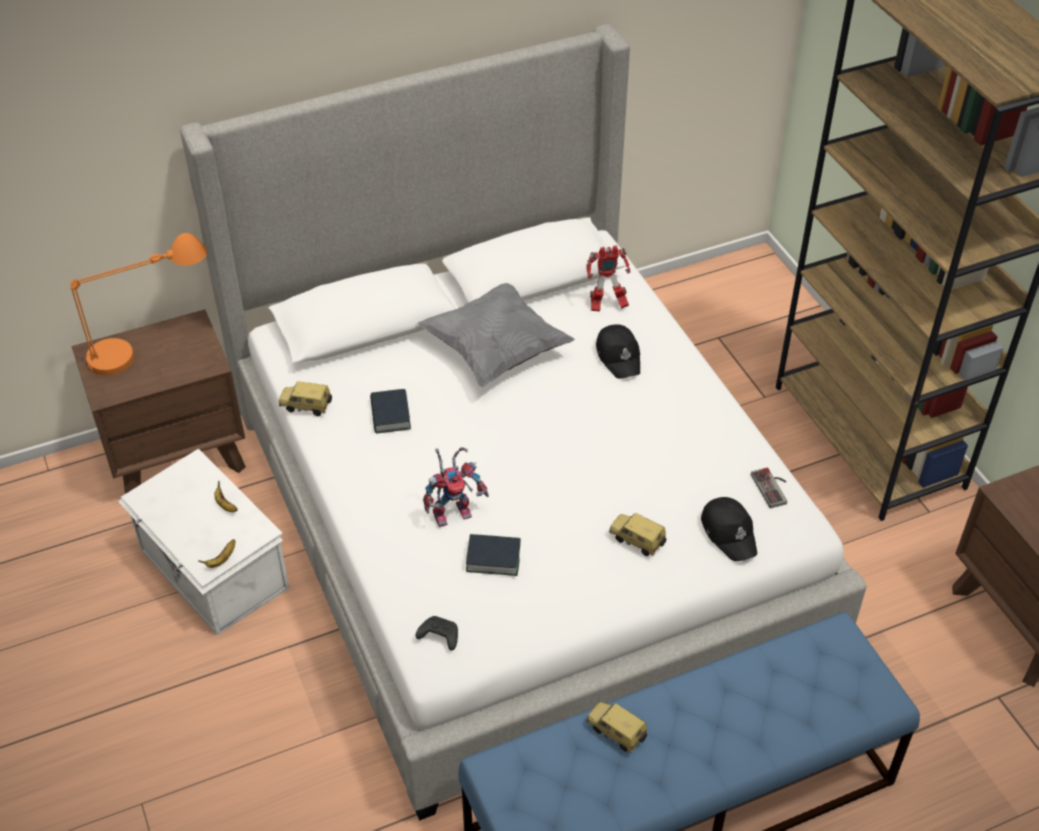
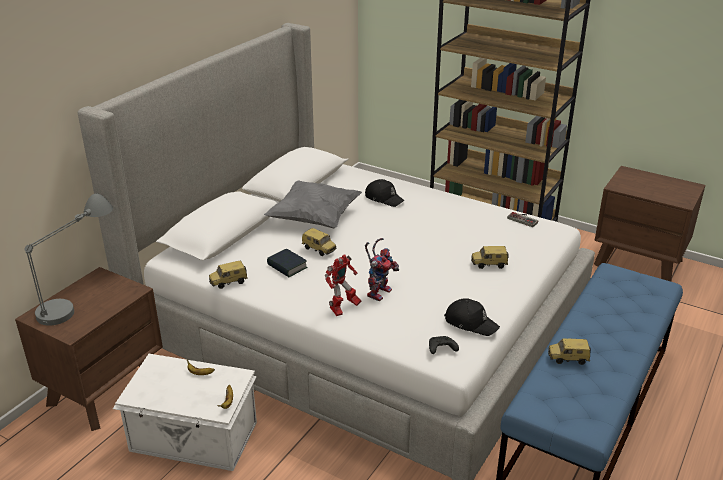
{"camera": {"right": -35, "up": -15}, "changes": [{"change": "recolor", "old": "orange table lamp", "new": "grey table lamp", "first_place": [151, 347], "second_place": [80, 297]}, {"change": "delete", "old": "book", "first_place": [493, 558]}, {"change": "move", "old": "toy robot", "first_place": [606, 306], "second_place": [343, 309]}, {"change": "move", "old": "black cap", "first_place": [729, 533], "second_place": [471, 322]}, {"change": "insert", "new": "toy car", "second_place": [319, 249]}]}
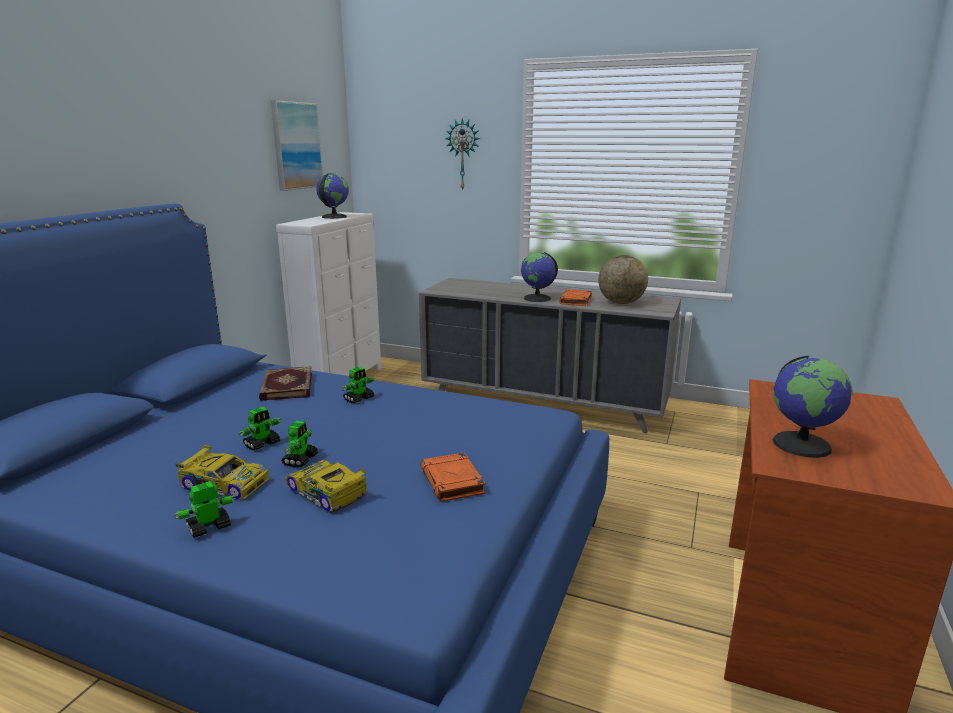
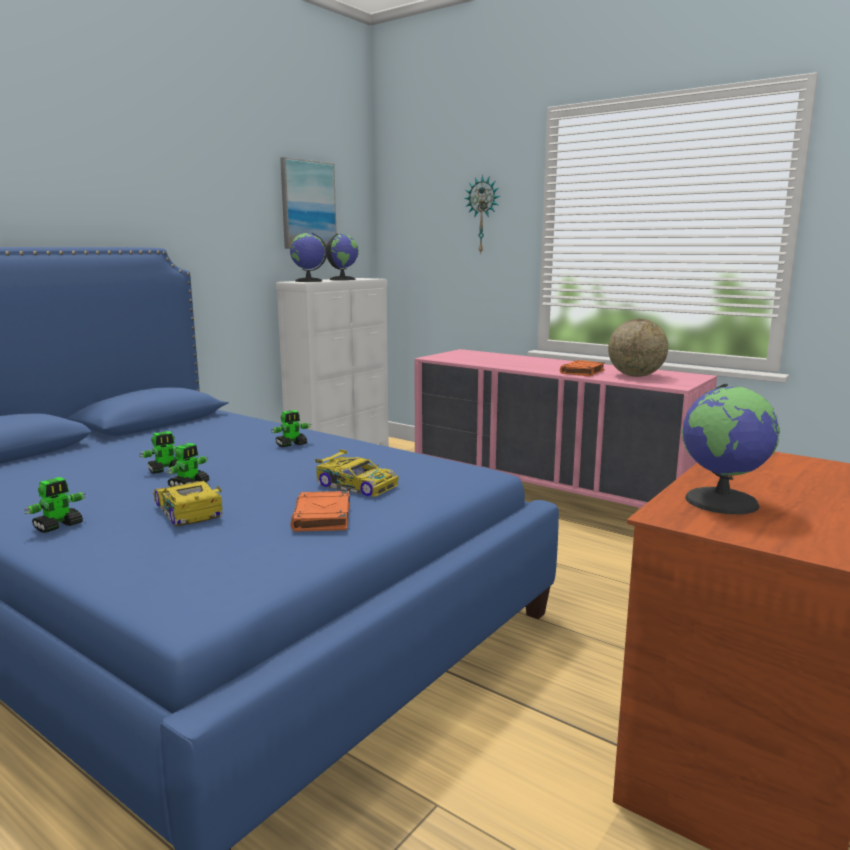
{"camera": {"right": 15, "up": -5}, "changes": [{"change": "rotate", "old": "toy robot", "first_place": [208, 528], "second_place": [59, 526], "degrees": 150}, {"change": "move", "old": "toy car", "first_place": [224, 483], "second_place": [356, 485]}, {"change": "delete", "old": "book", "first_place": [285, 386]}, {"change": "recolor", "old": "grey dresser", "new": "pink dresser", "first_place": [544, 403], "second_place": [549, 495]}, {"change": "move", "old": "globe", "first_place": [537, 298], "second_place": [308, 281]}]}
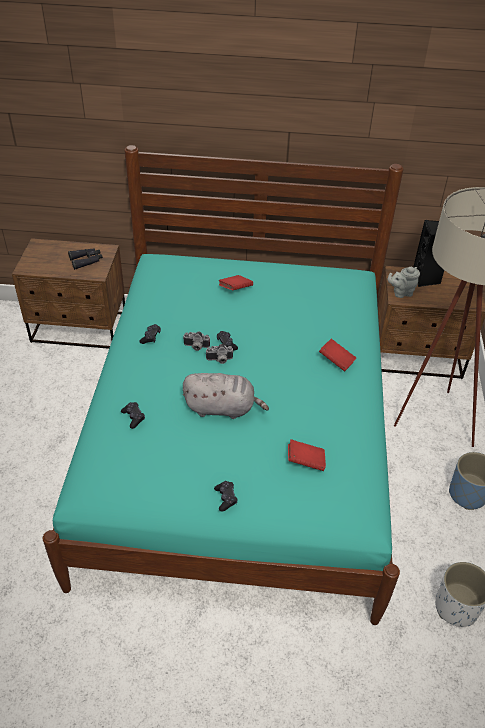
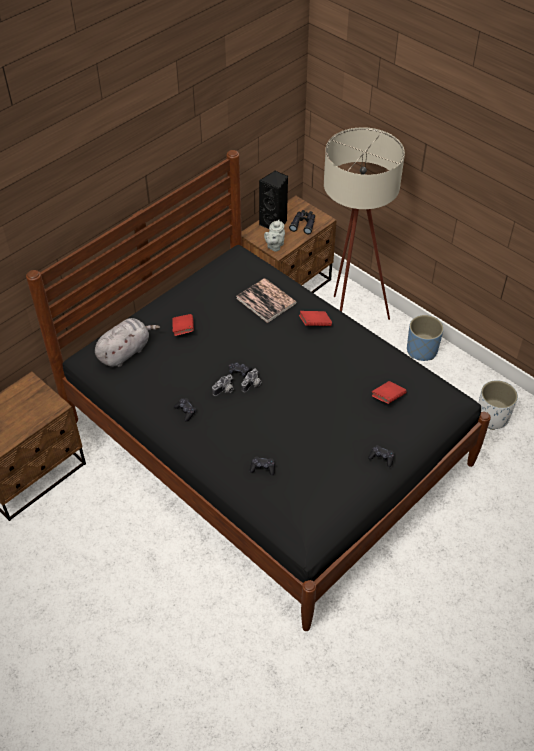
{"camera": {"right": -50, "up": 5}, "changes": [{"change": "recolor", "old": "turquoise bed", "new": "black bed", "first_place": [239, 442], "second_place": [267, 442]}, {"change": "move", "old": "black binoculars", "first_place": [86, 261], "second_place": [303, 224]}, {"change": "move", "old": "grey plush toy", "first_place": [222, 408], "second_place": [125, 352]}, {"change": "insert", "new": "book", "second_place": [266, 300]}]}
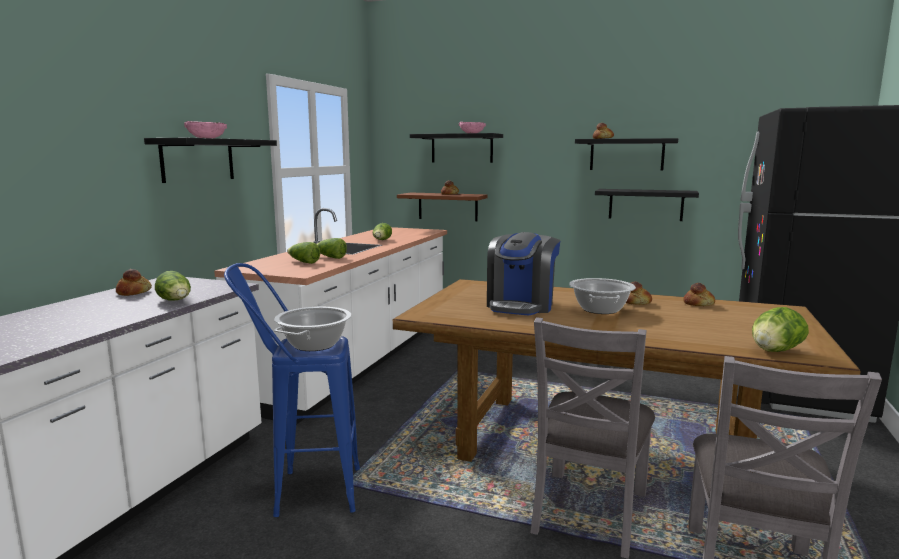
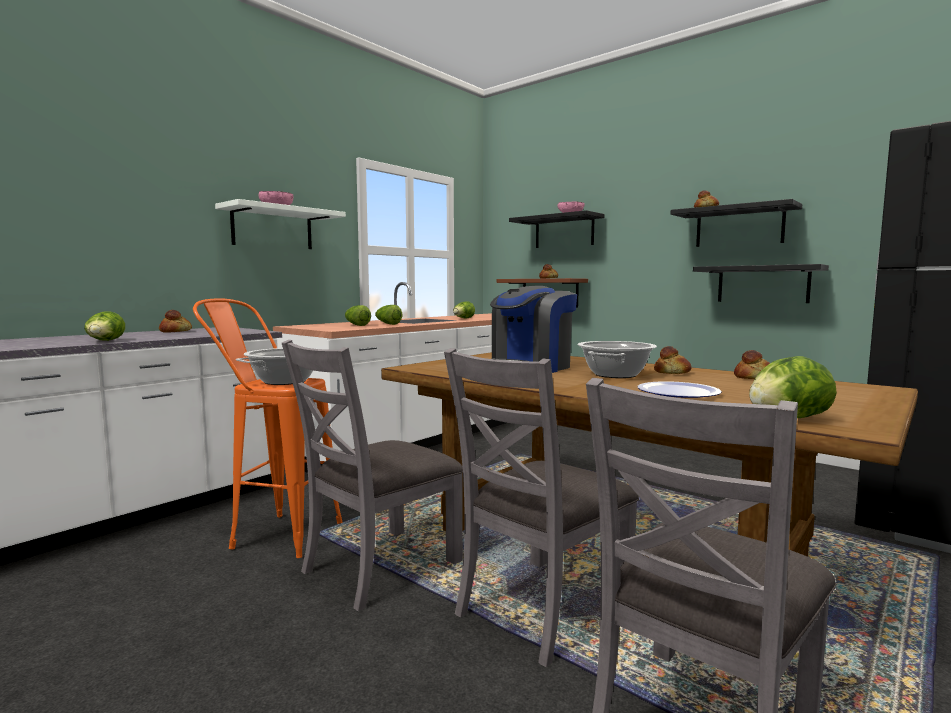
{"camera": {"right": 20, "up": -5}, "changes": [{"change": "recolor", "old": "black shelf", "new": "white shelf", "first_place": [198, 160], "second_place": [272, 228]}, {"change": "move", "old": "lettuce", "first_place": [176, 301], "second_place": [105, 341]}, {"change": "recolor", "old": "blue stool", "new": "orange stool", "first_place": [302, 492], "second_place": [273, 533]}, {"change": "insert", "new": "grey chair", "second_place": [380, 566]}, {"change": "insert", "new": "plate", "second_place": [678, 392]}]}
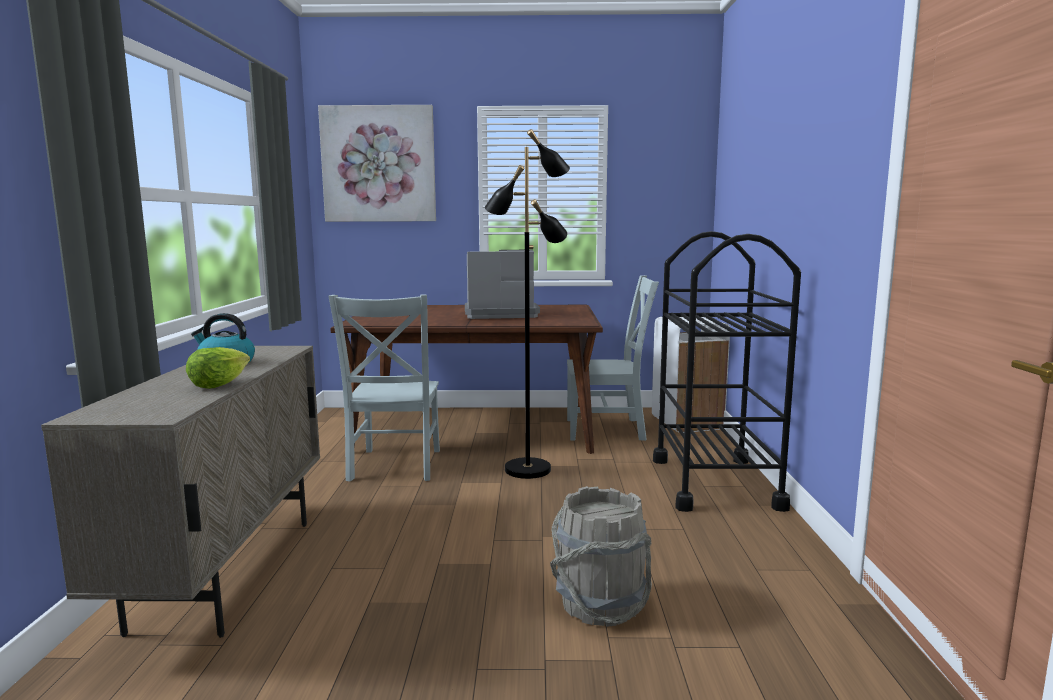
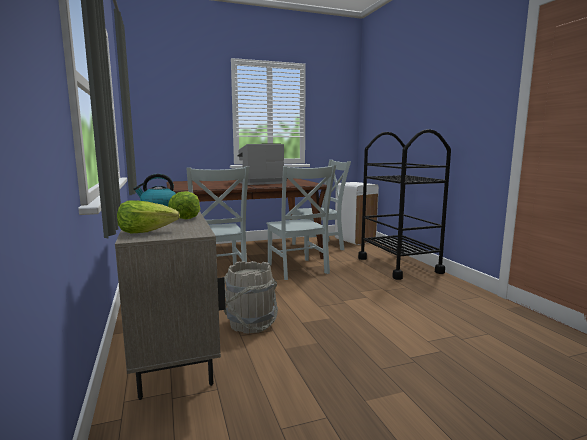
{"camera": {"right": -20, "up": 0}, "changes": [{"change": "delete", "old": "picture", "first_place": [378, 164]}, {"change": "replace", "old": "black floor lamp", "new": "grey chair", "first_place": [528, 469], "second_place": [298, 270]}, {"change": "move", "old": "grey bucket", "first_place": [600, 604], "second_place": [250, 324]}, {"change": "insert", "new": "lettuce", "second_place": [147, 231]}]}
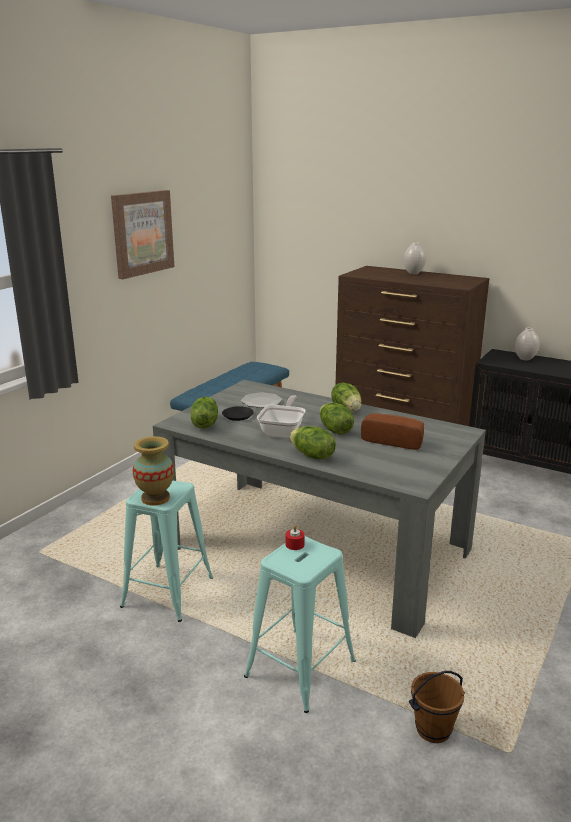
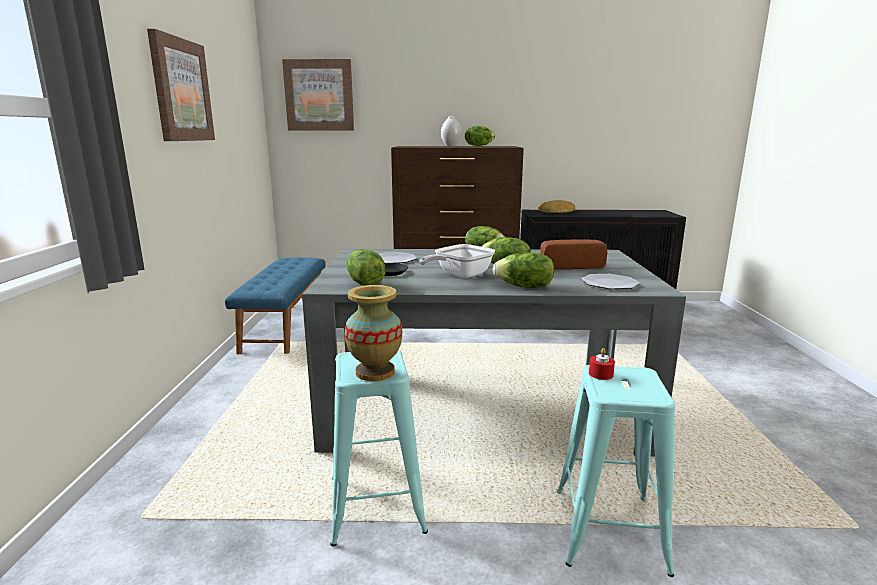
{"camera": {"right": -30, "up": -5}, "changes": [{"change": "rotate", "old": "frying pan", "first_place": [283, 431], "second_place": [459, 275], "degrees": -120}, {"change": "delete", "old": "brown bucket", "first_place": [433, 730]}, {"change": "replace", "old": "white vase", "new": "bread", "first_place": [525, 359], "second_place": [557, 211]}, {"change": "insert", "new": "picture", "second_place": [319, 95]}, {"change": "insert", "new": "lettuce", "second_place": [479, 146]}, {"change": "insert", "new": "plate", "second_place": [609, 283]}]}
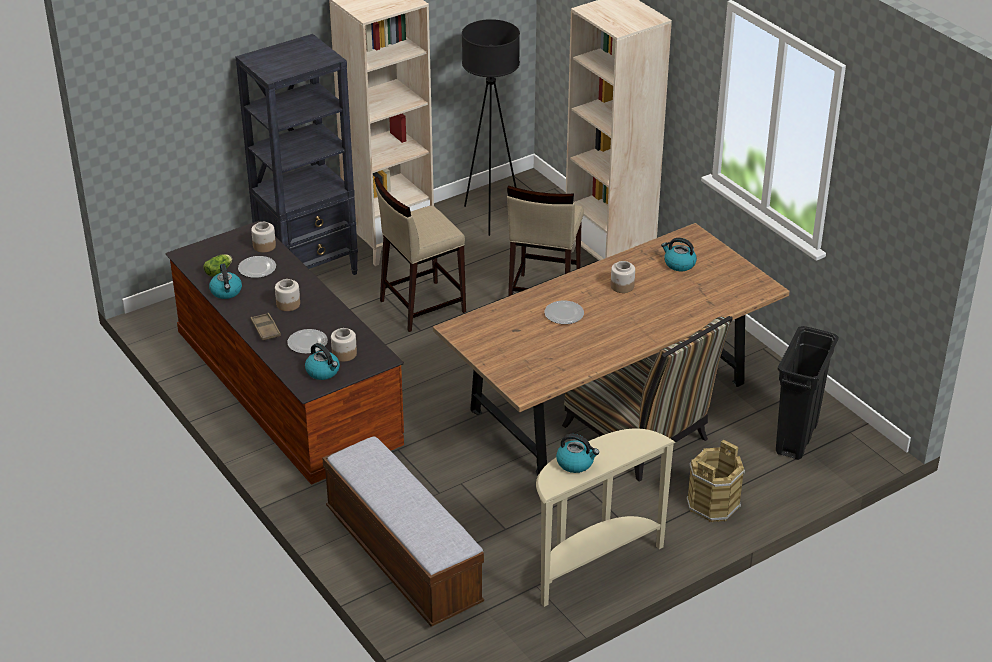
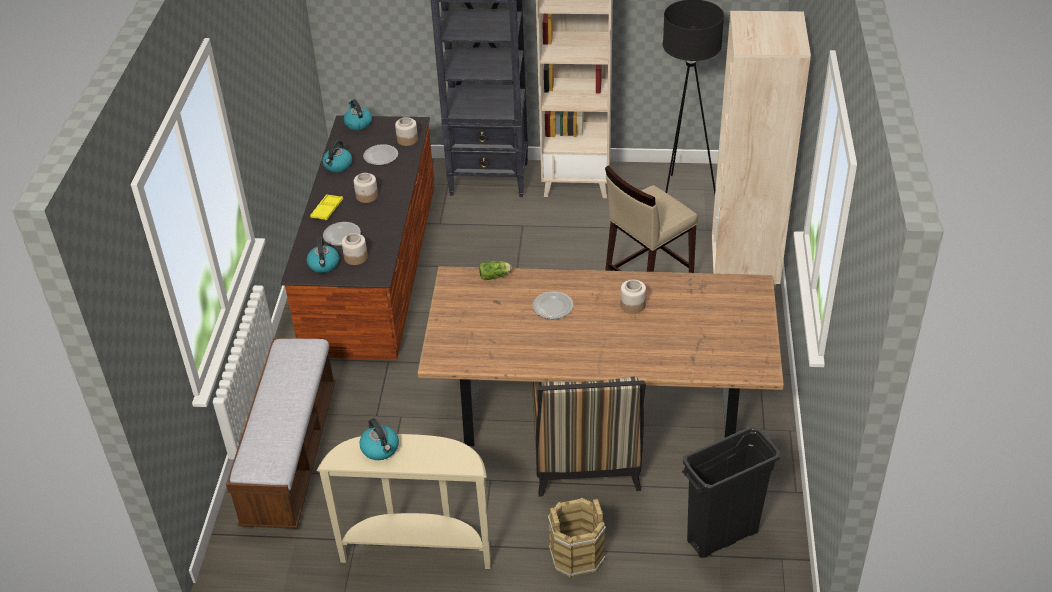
{"camera": {"right": 40, "up": 5}, "changes": [{"change": "move", "old": "lettuce", "first_place": [219, 271], "second_place": [496, 276]}, {"change": "recolor", "old": "brown tray", "new": "yellow tray", "first_place": [265, 329], "second_place": [327, 210]}, {"change": "delete", "old": "beige stool", "first_place": [421, 306]}, {"change": "move", "old": "kettle", "first_place": [679, 264], "second_place": [358, 123]}]}
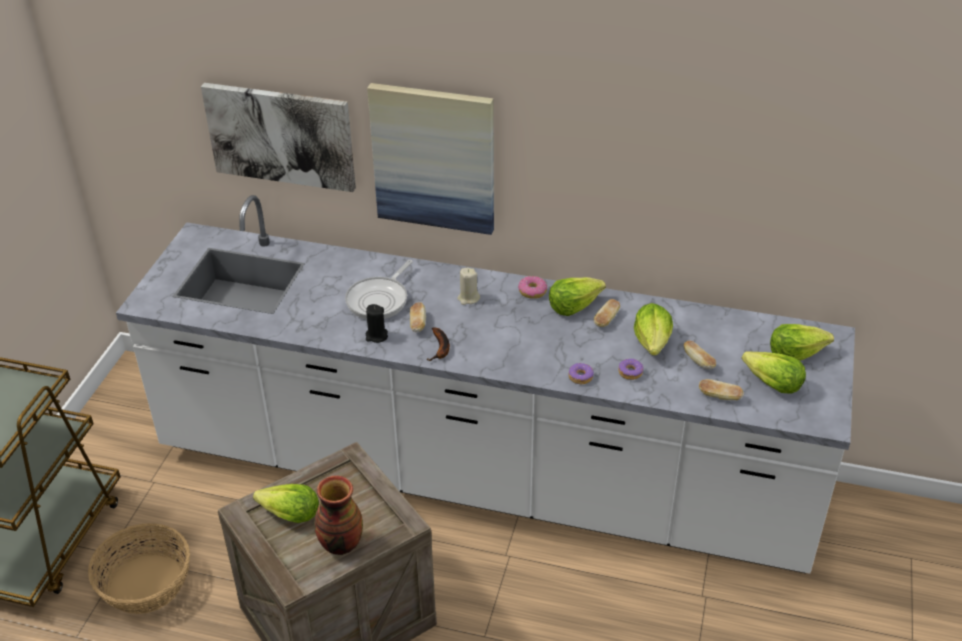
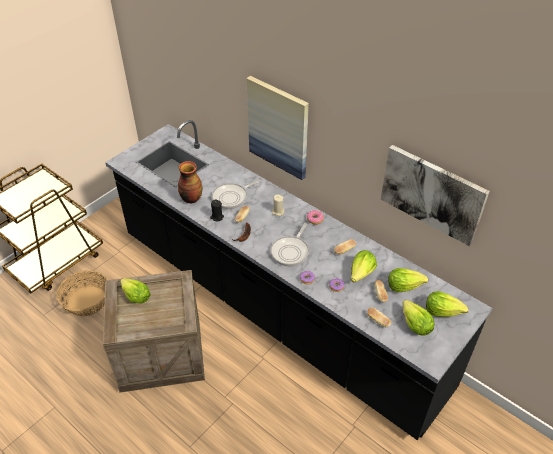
{"camera": {"right": 25, "up": 5}, "changes": [{"change": "recolor", "old": "white counter", "new": "black counter", "first_place": [482, 474], "second_place": [276, 308]}, {"change": "move", "old": "picture", "first_place": [281, 135], "second_place": [432, 193]}, {"change": "move", "old": "vase", "first_place": [340, 544], "second_place": [191, 198]}, {"change": "move", "old": "lettuce", "first_place": [573, 305], "second_place": [404, 286]}, {"change": "insert", "new": "frying pan", "second_place": [291, 251]}]}
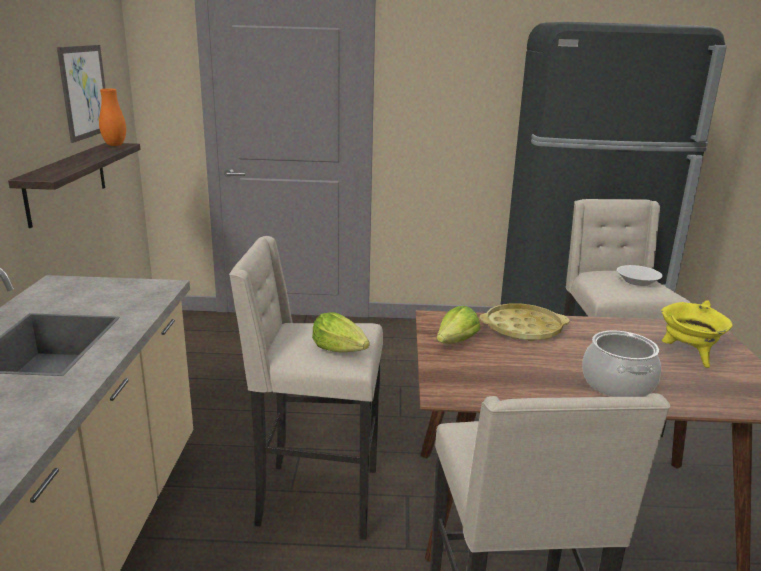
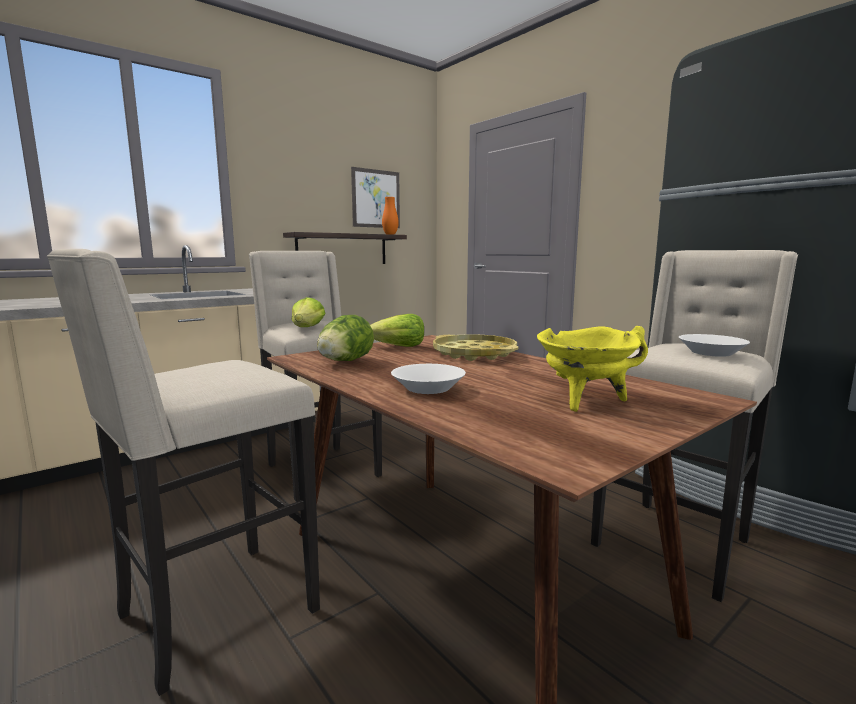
{"camera": {"right": 50, "up": -10}, "changes": [{"change": "replace", "old": "cooking pot", "new": "white bowl", "first_place": [618, 384], "second_place": [428, 389]}, {"change": "insert", "new": "lettuce", "second_place": [344, 362]}]}
